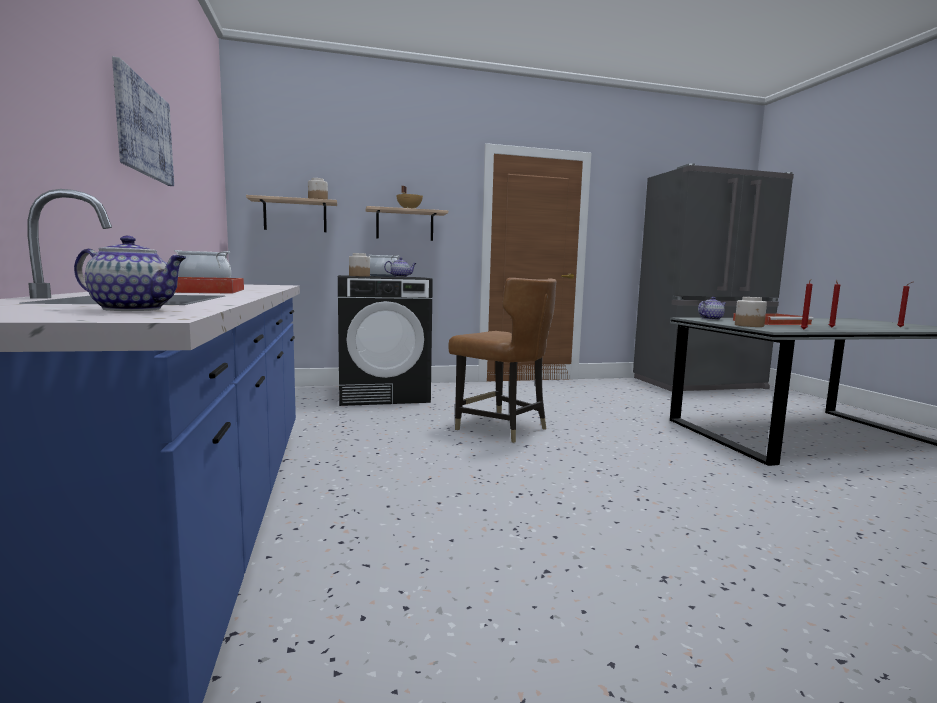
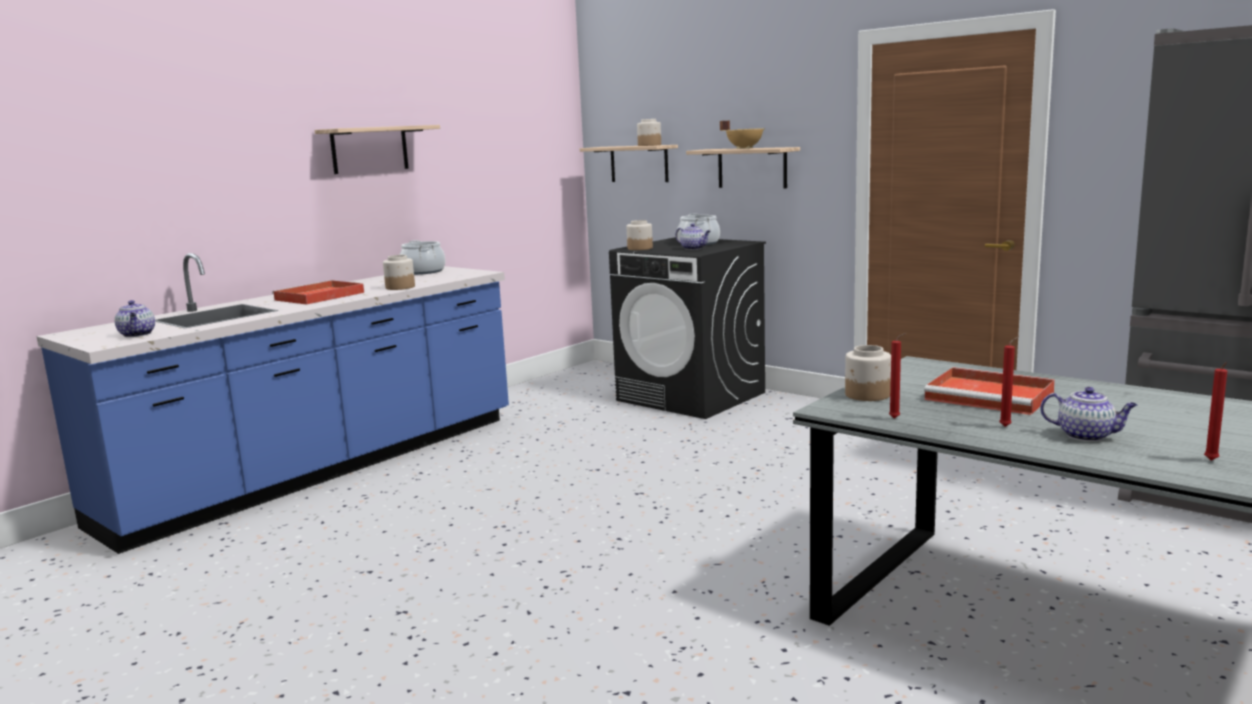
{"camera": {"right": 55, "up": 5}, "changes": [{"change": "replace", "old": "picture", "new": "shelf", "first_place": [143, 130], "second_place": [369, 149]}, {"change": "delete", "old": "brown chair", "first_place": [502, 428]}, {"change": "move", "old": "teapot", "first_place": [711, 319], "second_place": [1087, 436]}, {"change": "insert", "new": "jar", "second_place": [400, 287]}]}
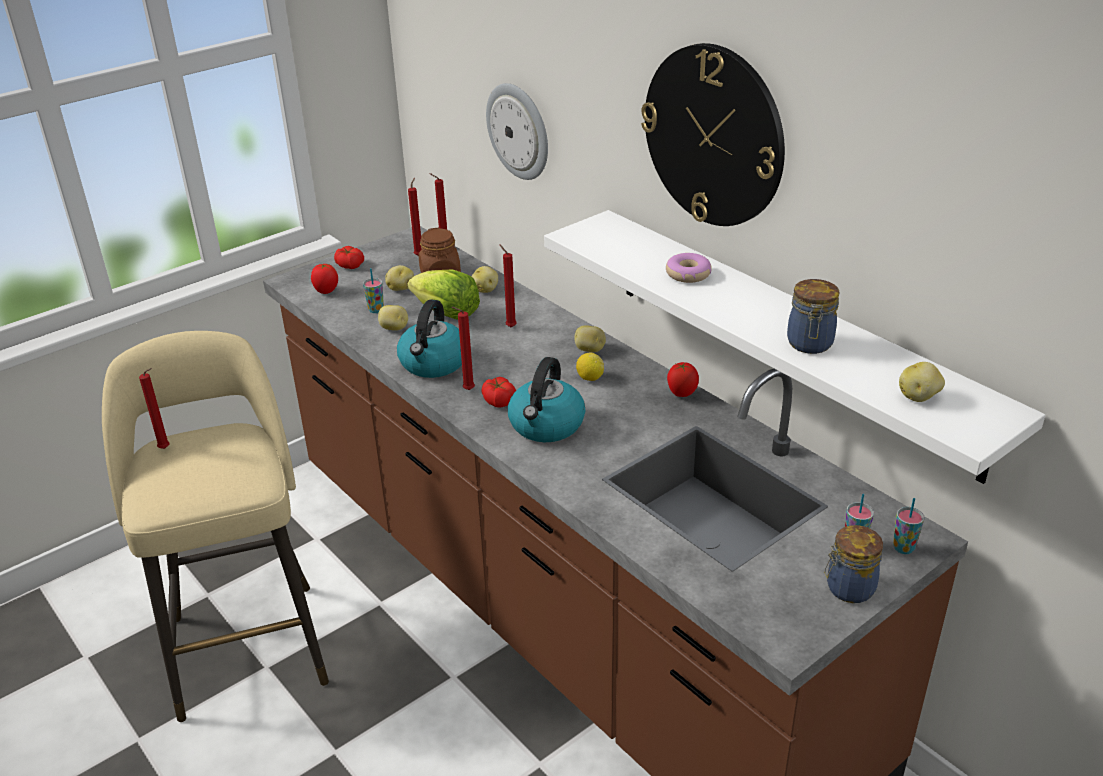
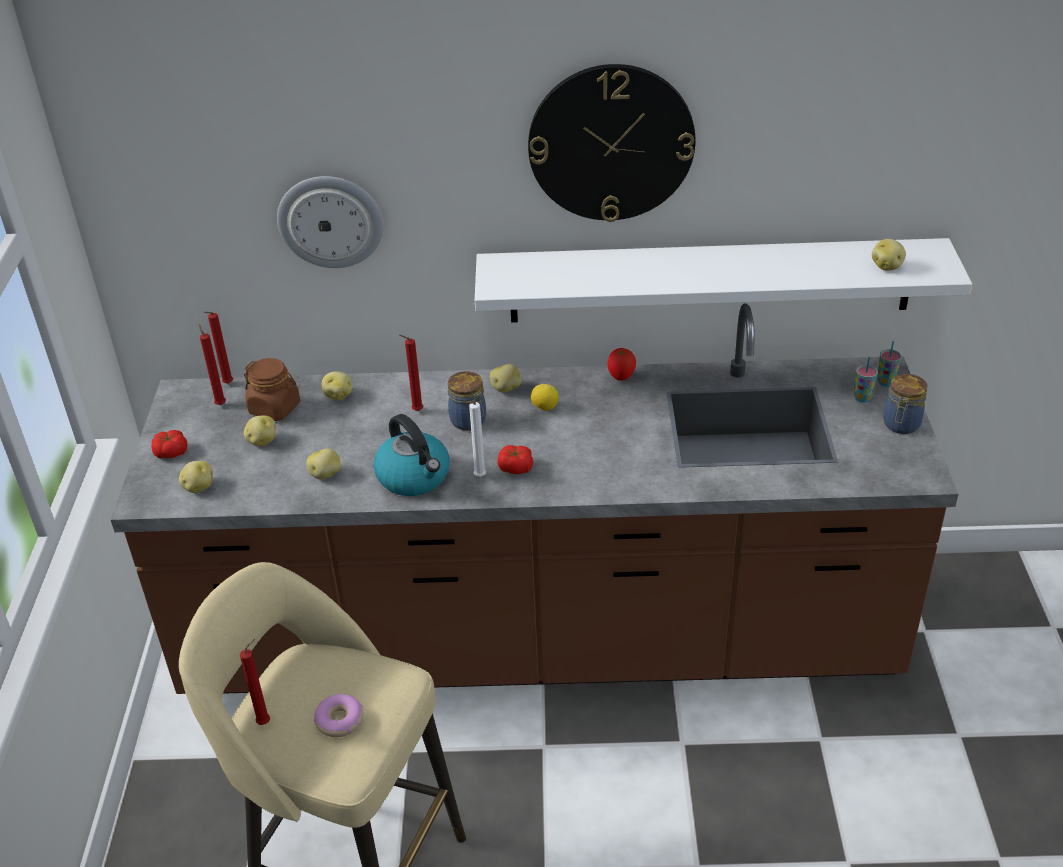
{"camera": {"right": -50, "up": 5}, "changes": [{"change": "replace", "old": "tomato", "new": "potato", "first_place": [326, 291], "second_place": [198, 487]}, {"change": "delete", "old": "cup", "first_place": [376, 310]}, {"change": "delete", "old": "lettuce", "first_place": [446, 313]}, {"change": "recolor", "old": "red candle", "new": "white candle", "first_place": [466, 390], "second_place": [479, 477]}, {"change": "delete", "old": "kettle", "first_place": [546, 425]}, {"change": "move", "old": "donut", "first_place": [688, 274], "second_place": [340, 720]}, {"change": "move", "old": "jar", "first_place": [809, 344], "second_place": [469, 421]}]}
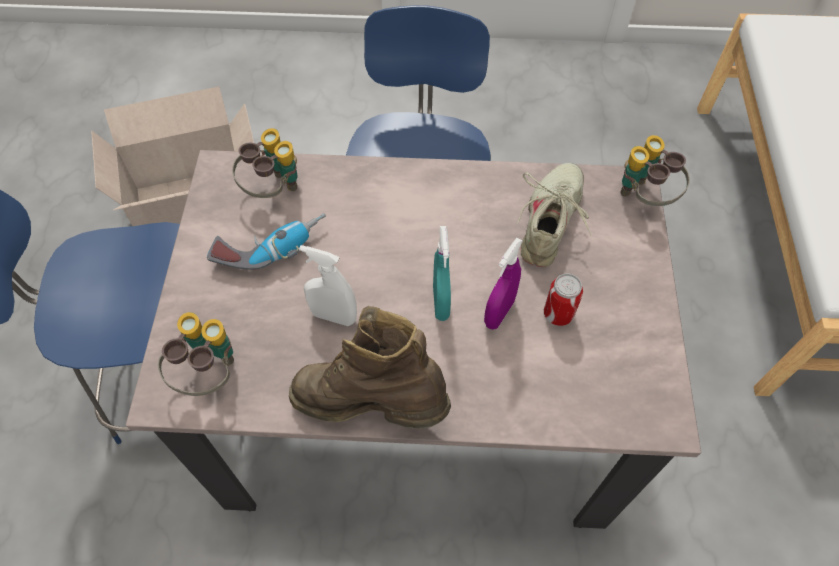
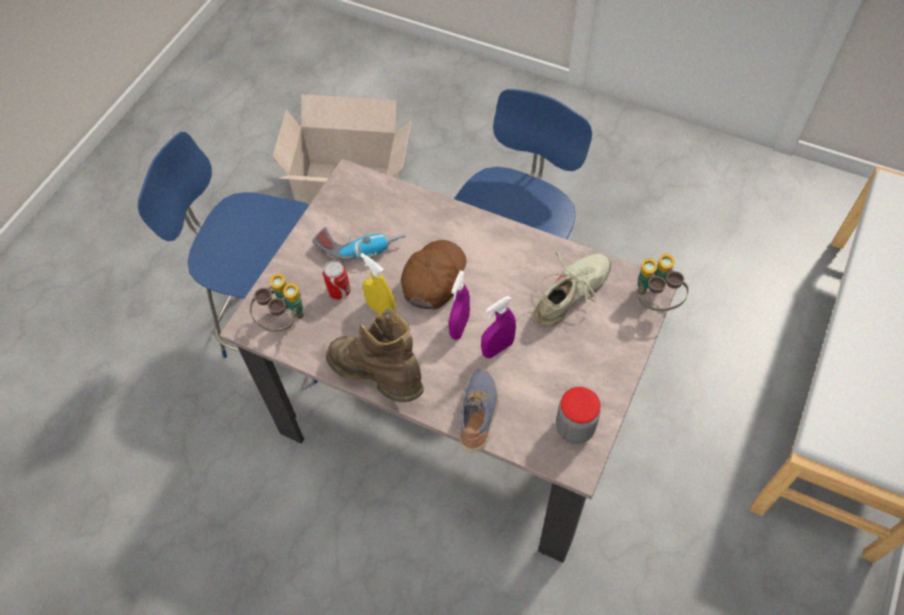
{"camera": {"right": 25, "up": 0}, "changes": [{"change": "delete", "old": "binoculars", "first_place": [273, 190]}, {"change": "recolor", "old": "white spray bottle", "new": "yellow spray bottle", "first_place": [334, 316], "second_place": [381, 310]}, {"change": "recolor", "old": "turquoise spray bottle", "new": "purple spray bottle", "first_place": [441, 303], "second_place": [459, 327]}, {"change": "move", "old": "can", "first_place": [558, 314], "second_place": [339, 291]}, {"change": "insert", "new": "brown cap", "second_place": [433, 278]}, {"change": "insert", "new": "shoe", "second_place": [479, 414]}, {"change": "insert", "new": "jar", "second_place": [574, 428]}]}
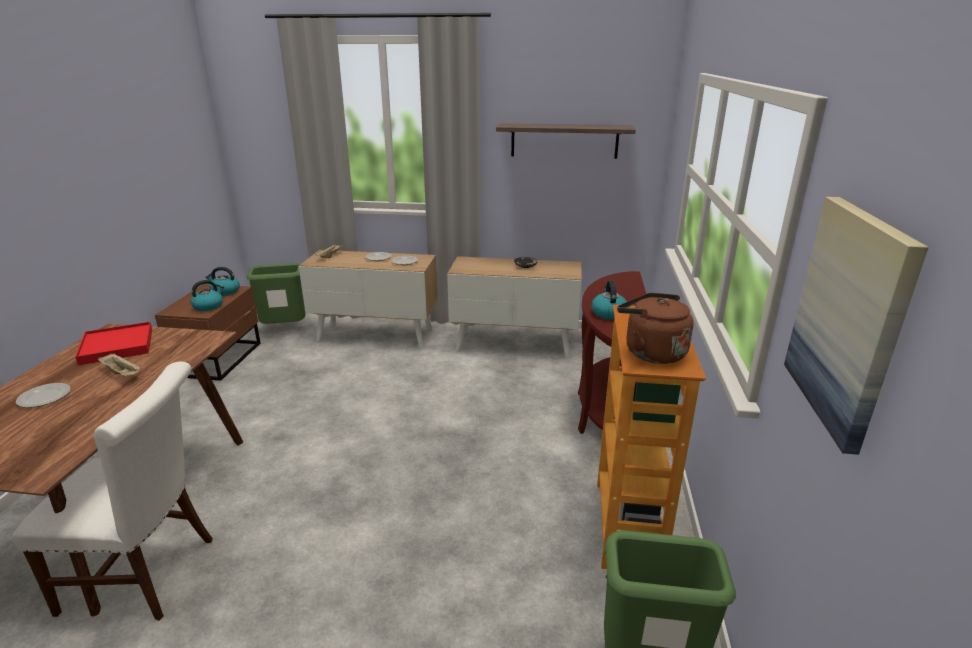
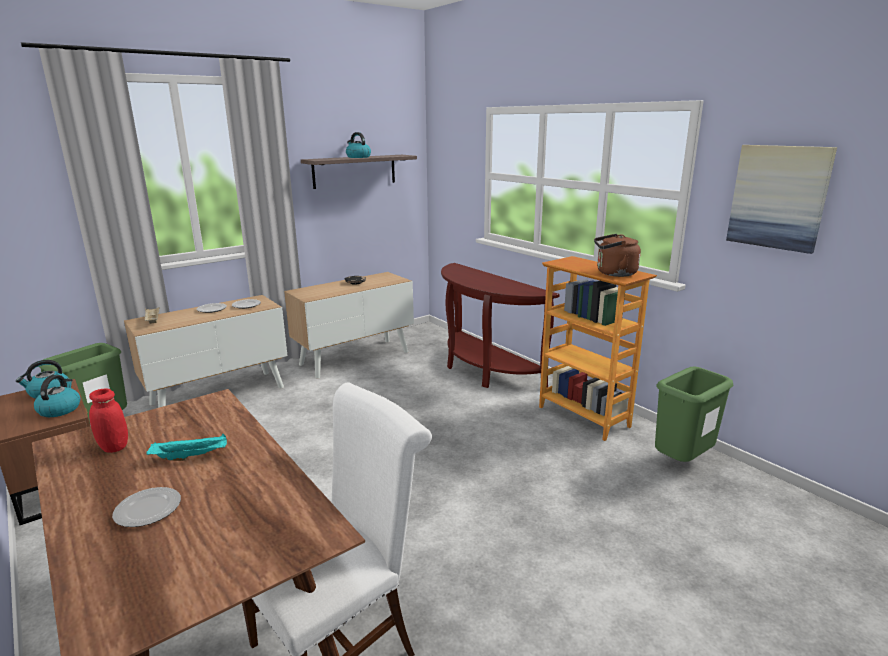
{"camera": {"right": -45, "up": -5}, "changes": [{"change": "replace", "old": "red tray", "new": "red jar", "first_place": [117, 346], "second_place": [114, 447]}, {"change": "recolor", "old": "beige tray", "new": "turquoise tray", "first_place": [122, 373], "second_place": [191, 456]}, {"change": "move", "old": "kettle", "first_place": [608, 313], "second_place": [358, 157]}]}
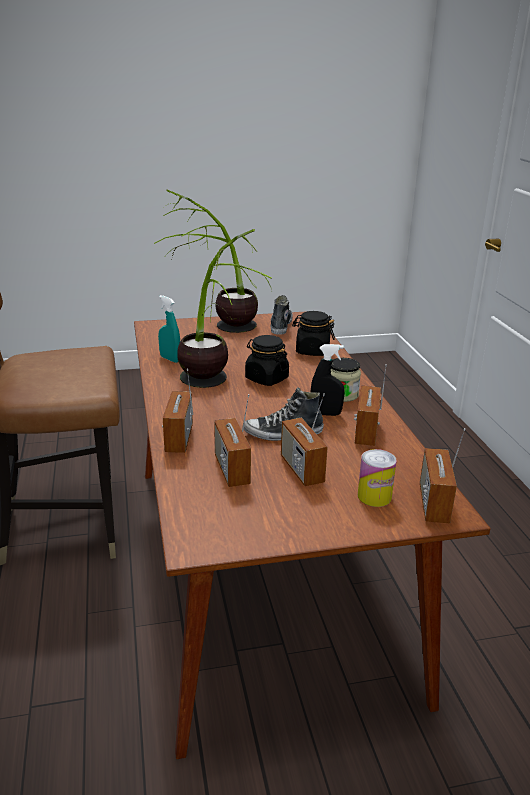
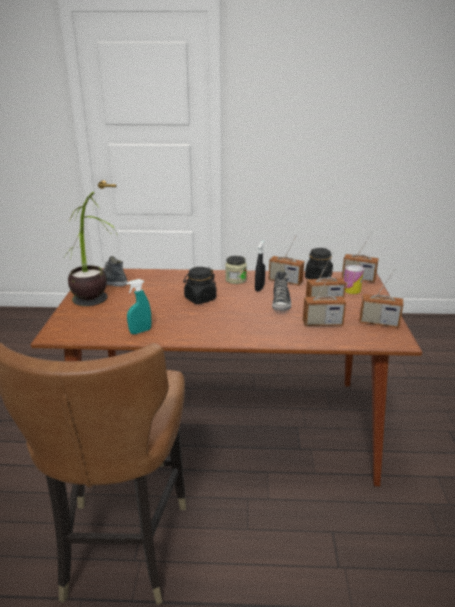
{"camera": {"right": -75, "up": 0}, "changes": [{"change": "move", "old": "radio", "first_place": [179, 439], "second_place": [378, 323]}, {"change": "delete", "old": "potted plant", "first_place": [216, 389]}, {"change": "move", "old": "black jar", "first_place": [312, 351], "second_place": [318, 277]}]}
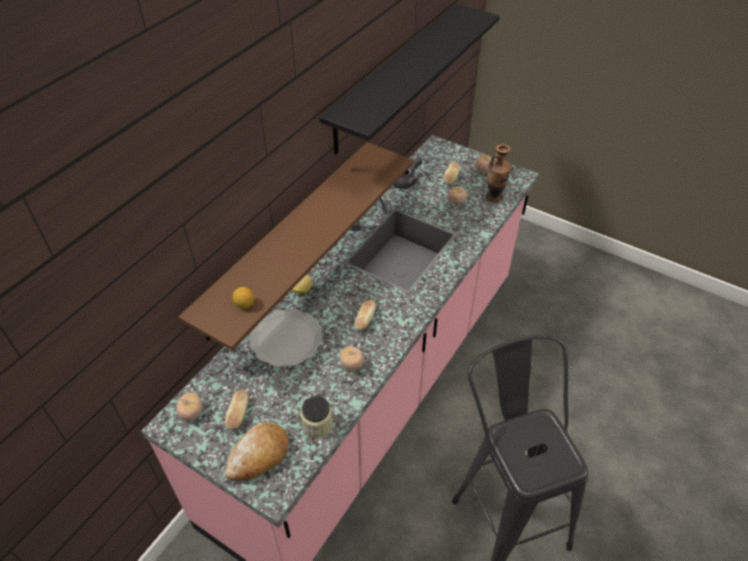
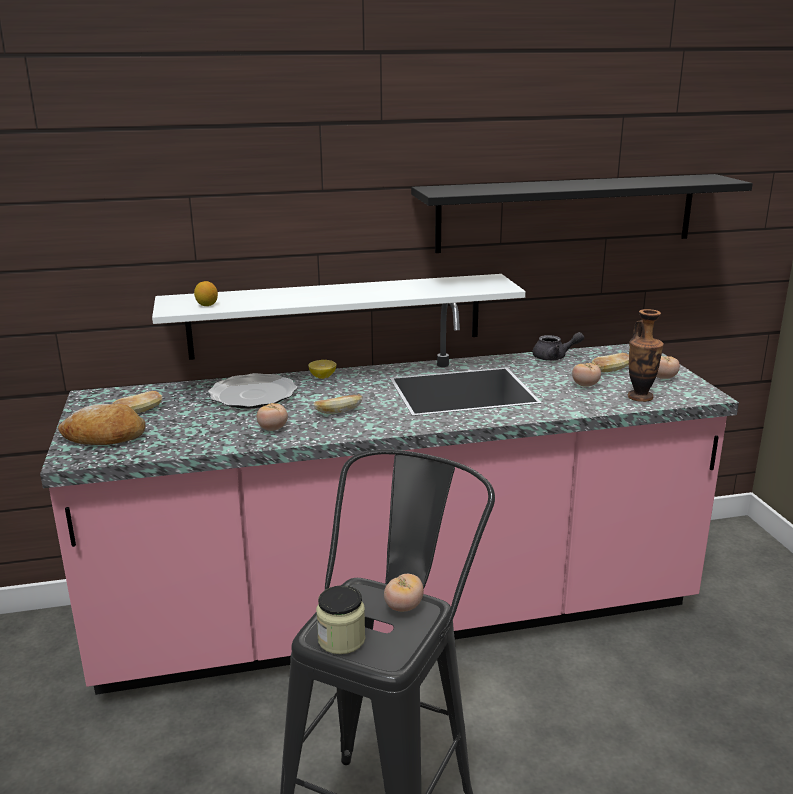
{"camera": {"right": 45, "up": -25}, "changes": [{"change": "move", "old": "tomato", "first_place": [191, 413], "second_place": [403, 607]}, {"change": "recolor", "old": "brown shelf", "new": "white shelf", "first_place": [287, 238], "second_place": [336, 316]}, {"change": "move", "old": "jar", "first_place": [317, 425], "second_place": [341, 639]}]}
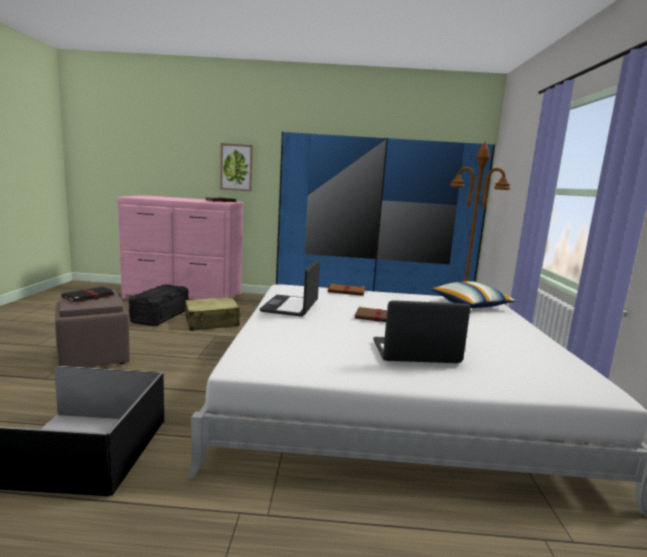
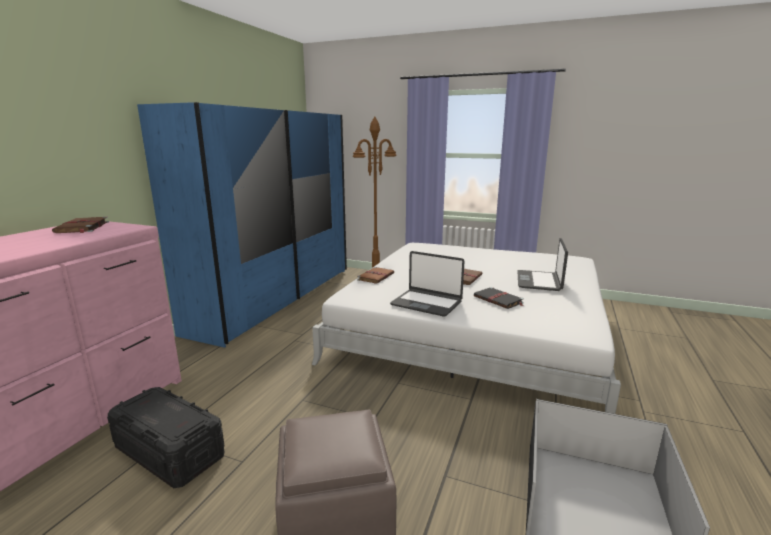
{"camera": {"right": -70, "up": 5}, "changes": [{"change": "move", "old": "black book", "first_place": [88, 296], "second_place": [499, 300]}, {"change": "delete", "old": "beige suitcase", "first_place": [212, 322]}, {"change": "delete", "old": "picture", "first_place": [236, 167]}, {"change": "delete", "old": "pillow", "first_place": [470, 305]}]}
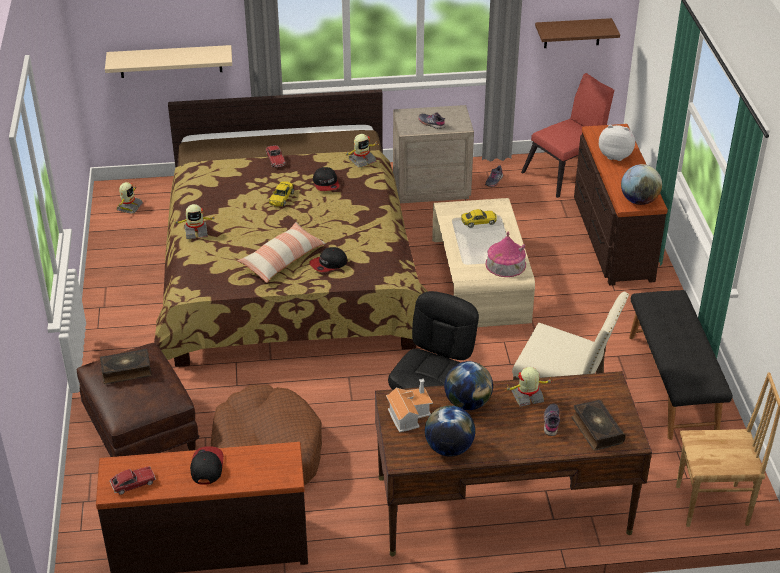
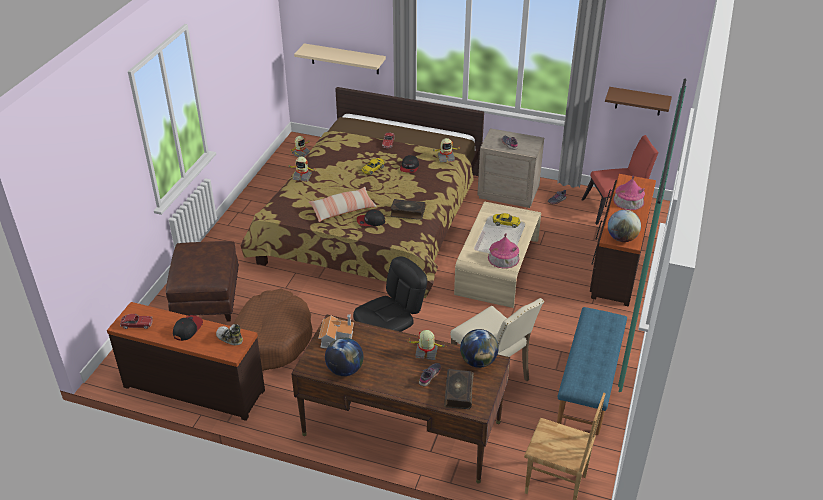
{"camera": {"right": 25, "up": 0}, "changes": [{"change": "move", "old": "book", "first_place": [126, 371], "second_place": [407, 213]}, {"change": "move", "old": "globe", "first_place": [467, 403], "second_place": [478, 361]}, {"change": "replace", "old": "plush toy", "new": "toy house", "first_place": [615, 155], "second_place": [628, 201]}, {"change": "recolor", "old": "black bench", "new": "blue bench", "first_place": [673, 383], "second_place": [589, 385]}, {"change": "insert", "new": "shoe", "second_place": [229, 338]}]}
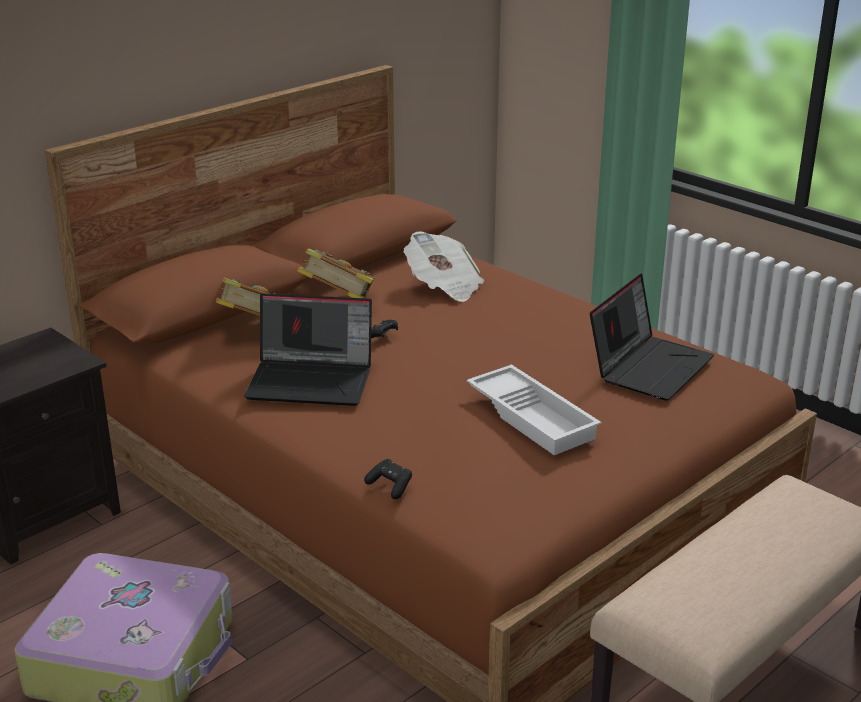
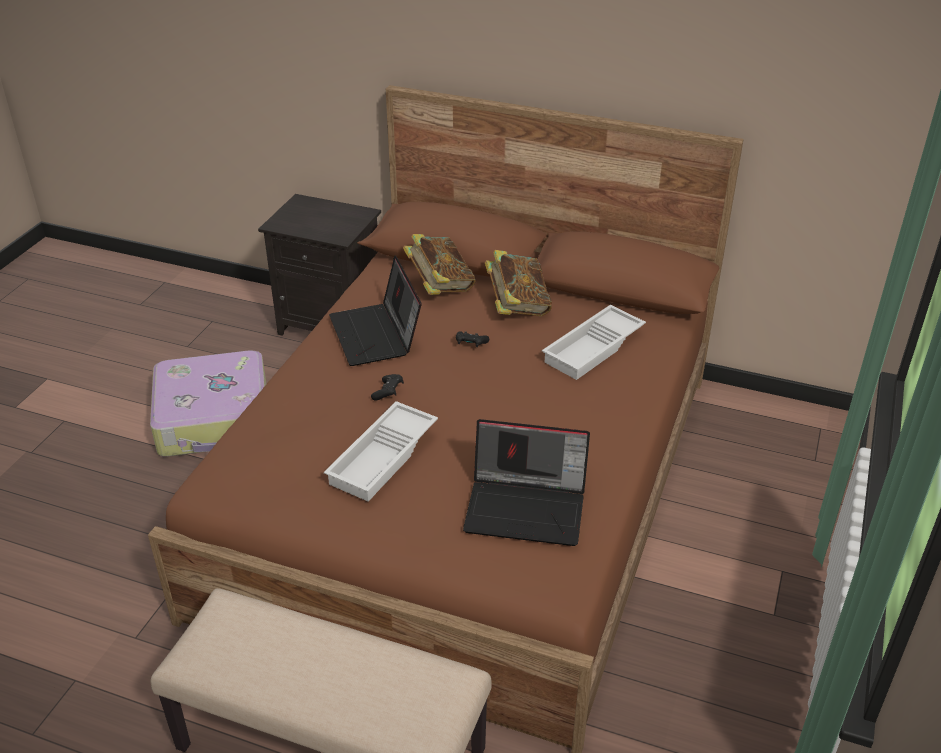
{"camera": {"right": 65, "up": 10}, "changes": [{"change": "move", "old": "black game controller", "first_place": [390, 486], "second_place": [388, 392]}, {"change": "replace", "old": "newspaper", "new": "white tray", "first_place": [444, 286], "second_place": [594, 349]}]}
